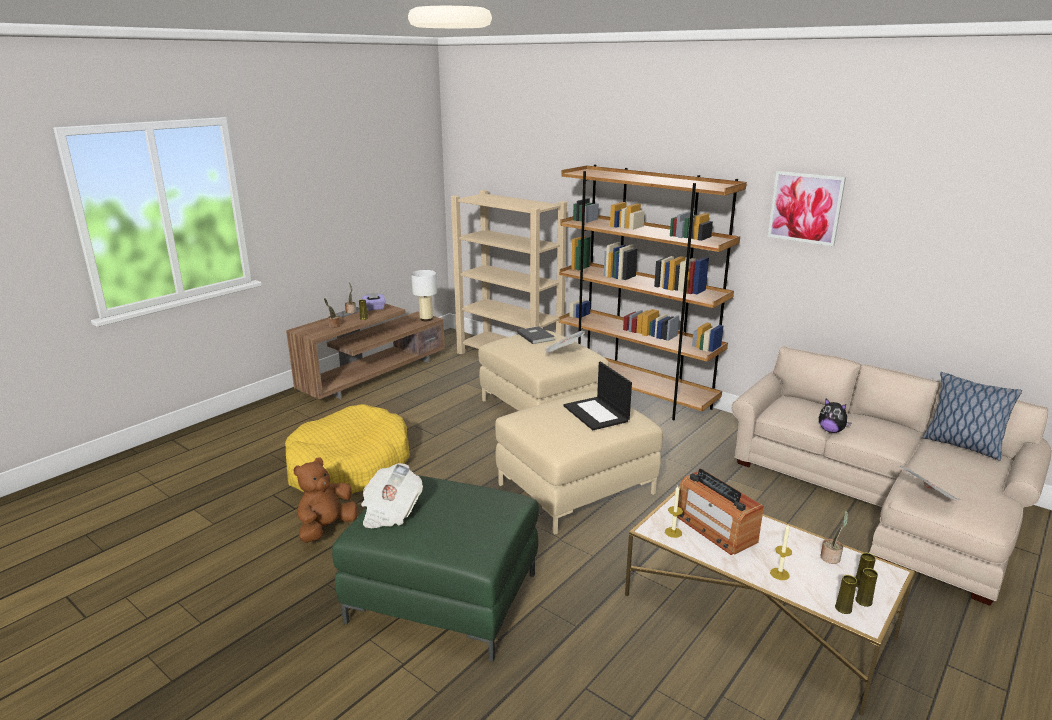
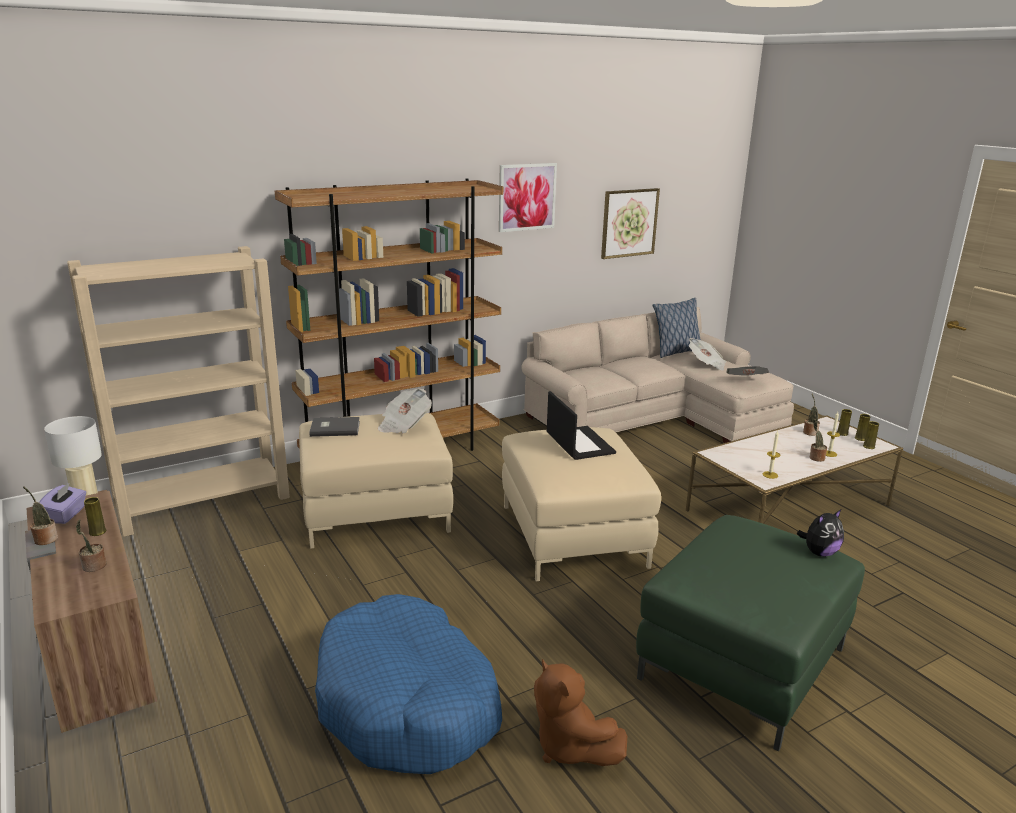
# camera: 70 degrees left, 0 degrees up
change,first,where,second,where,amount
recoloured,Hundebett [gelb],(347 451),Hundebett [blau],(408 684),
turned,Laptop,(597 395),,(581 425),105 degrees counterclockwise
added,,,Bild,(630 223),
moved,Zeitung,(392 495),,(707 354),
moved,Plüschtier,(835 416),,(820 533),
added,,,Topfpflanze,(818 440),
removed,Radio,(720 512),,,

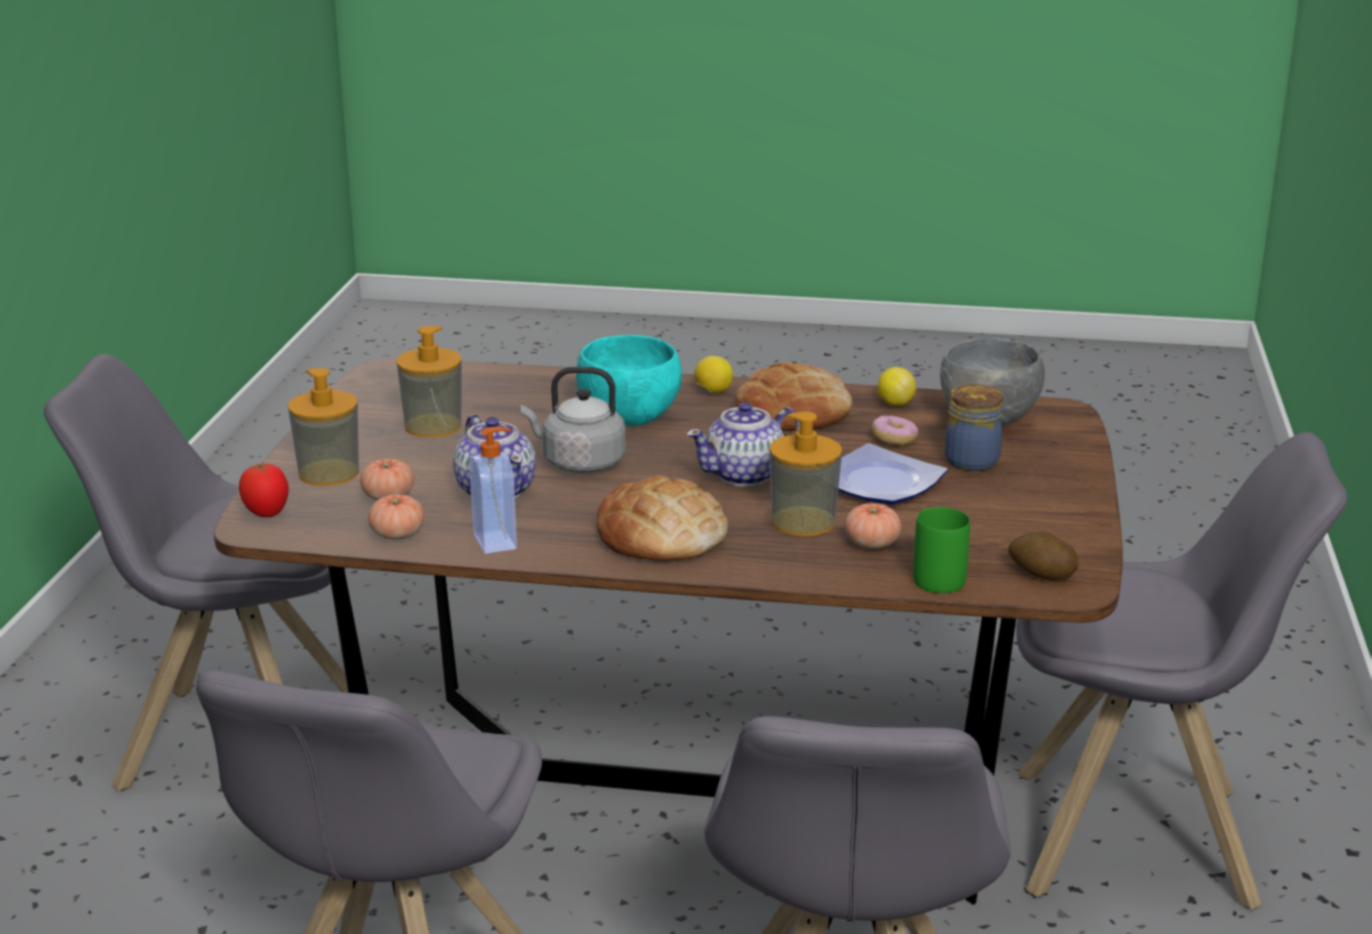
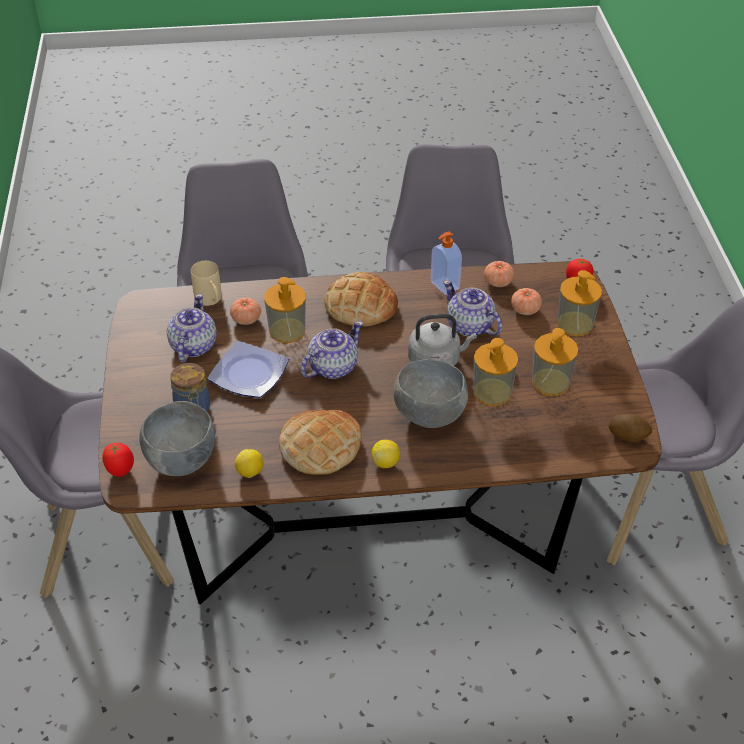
# camera: 165 degrees right, 20 degrees up
change,first,where,second,where,amount
added,,,Tomate,(118 460),
added,,,Teekanne,(192 327),
recoloured,Henkelbecher [grün],(941 550),Henkelbecher [beige],(206 283),
recoloured,Schüssel [türkis],(629 380),Schüssel [grau],(431 393),
added,,,Seifenspender,(495 372),
moved,Kartoffel,(1043 556),,(630 427),
removed,Donut,(895 430),,,

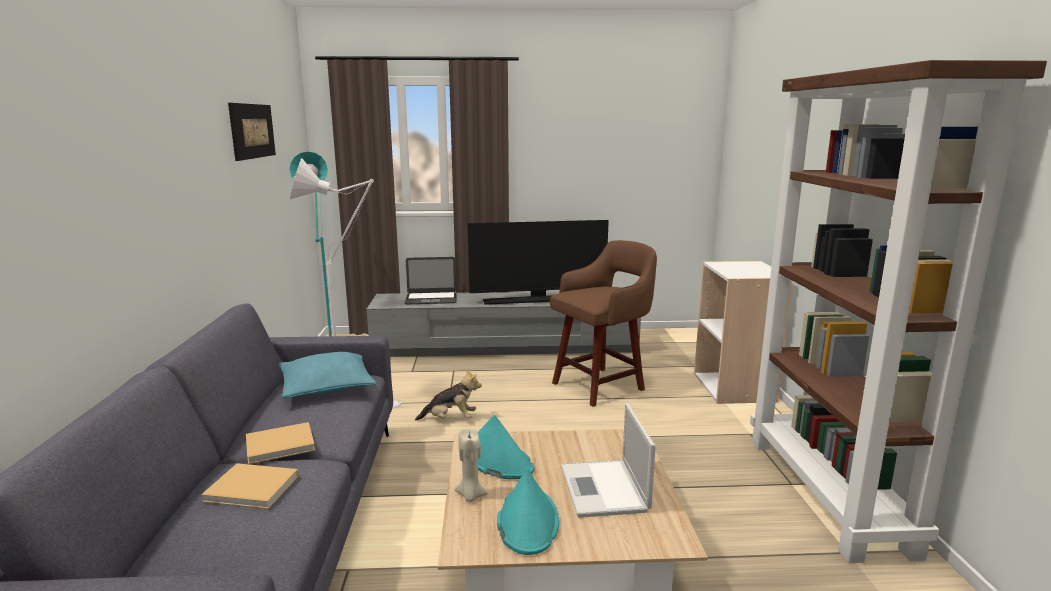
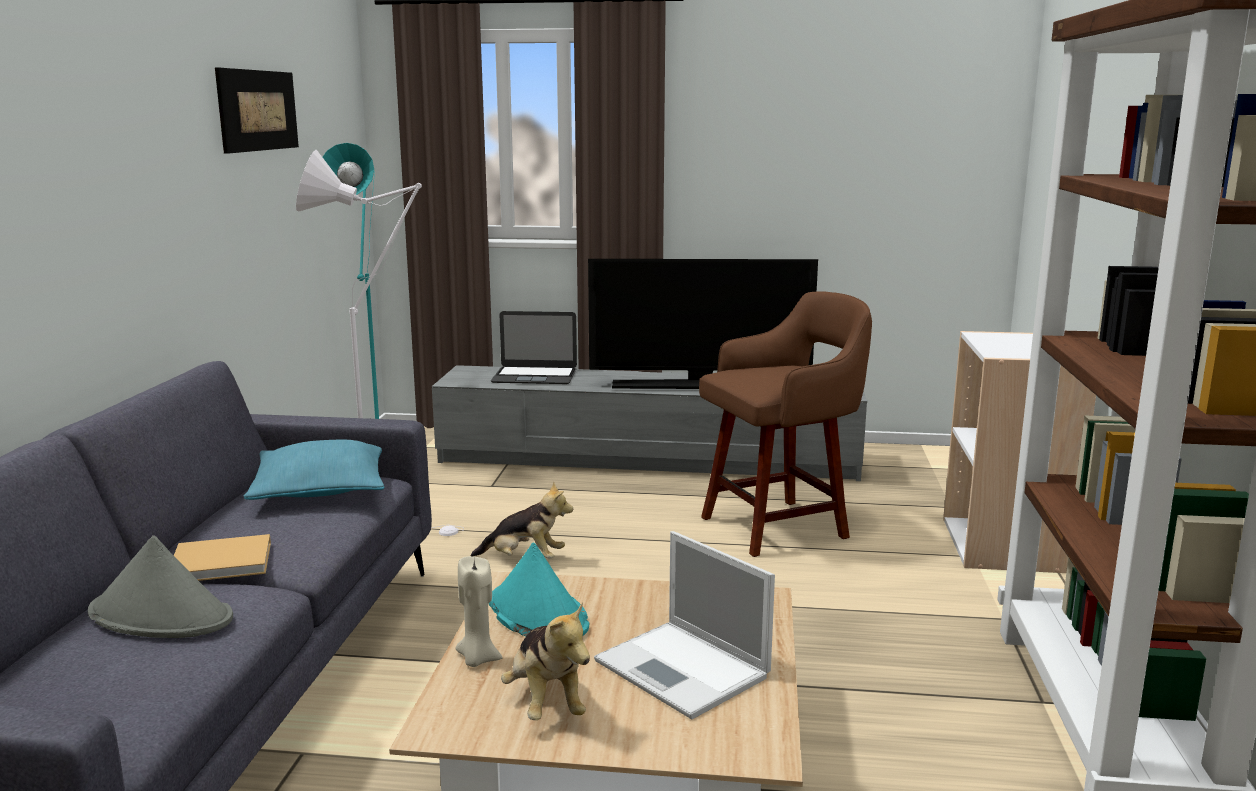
# camera: 10 degrees right, 0 degrees up
change,first,where,second,where,amount
replaced,Buch [beige],(250 486),Hut [grau],(160 586),
replaced,Hut [türkis],(528 511),Plüschtier,(545 661),
turned,Laptop,(608 460),,(684 625),45 degrees counterclockwise

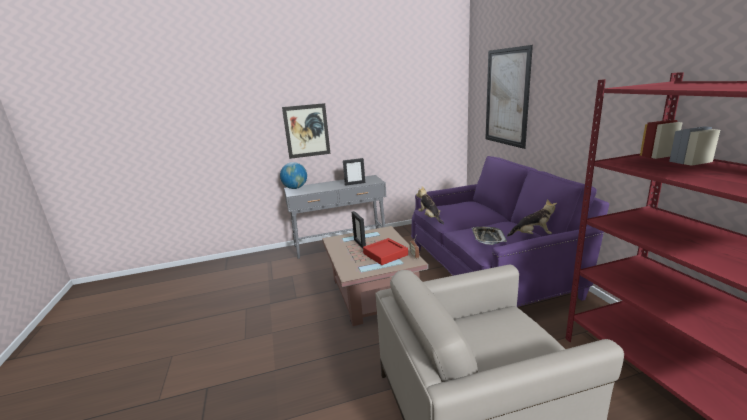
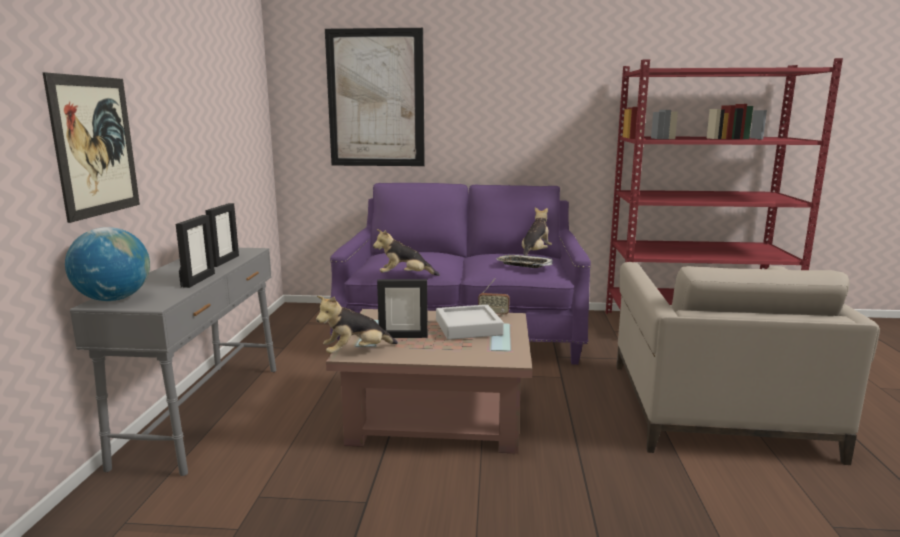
# camera: 70 degrees left, 5 degrees down
change,first,where,second,where,amount
added,,,Bilderrahmen,(195 251),
added,,,Plüschtier,(357 325),
recoloured,Tablett [rot],(385 251),Tablett [grau],(470 322),

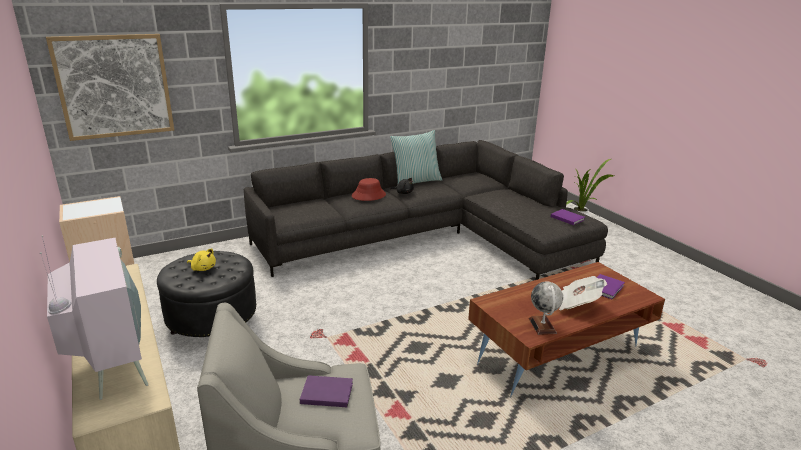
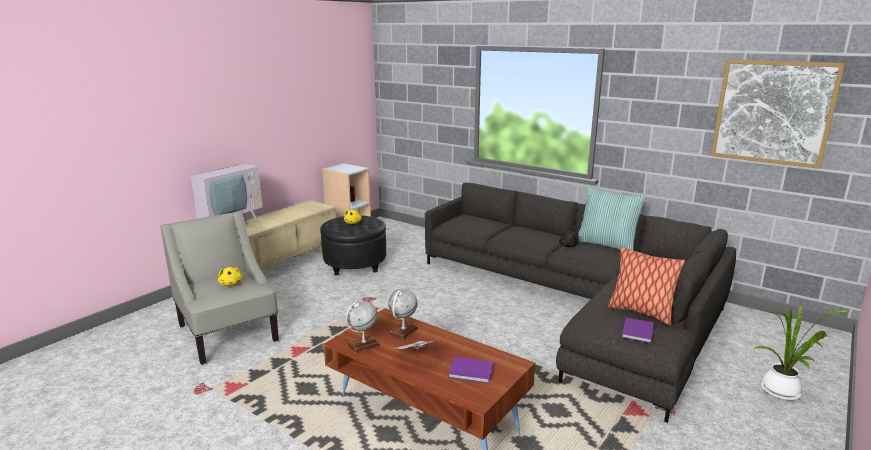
# camera: 65 degrees right, 5 degrees down
change,first,where,second,where,amount
replaced,Buch [lila],(326 391),Plüschtier [gelb],(230 276),
added,,,Globus,(403 314),
added,,,Kissen,(646 285),
moved,Bild,(110 87),,(778 114),
removed,Hut [rot],(369 189),,,

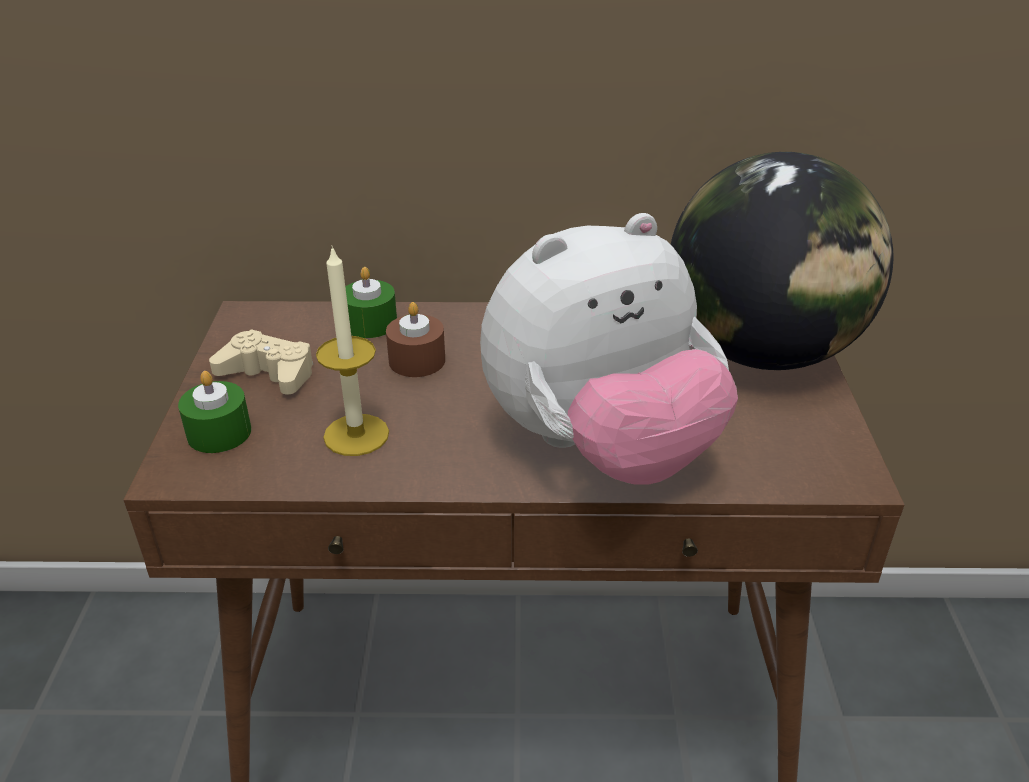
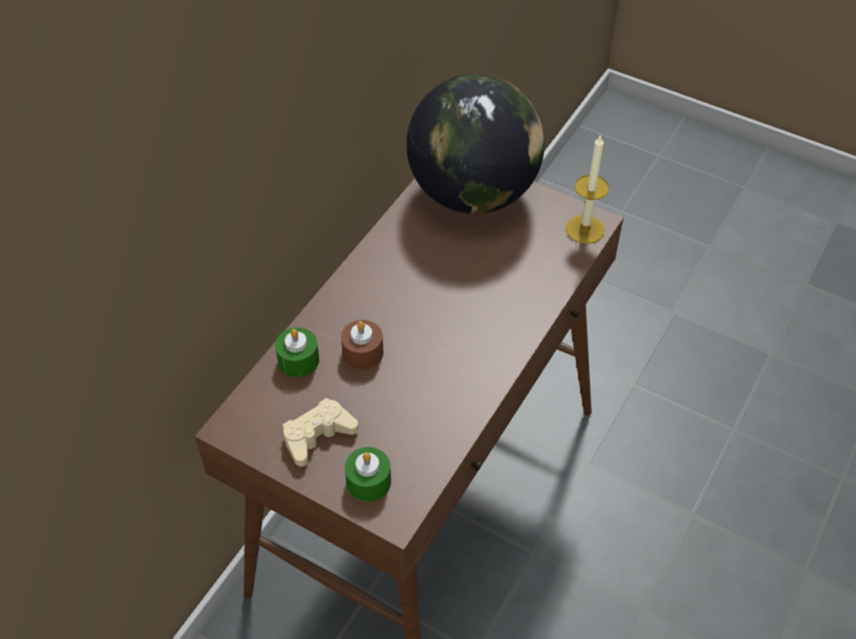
# camera: 60 degrees left, 15 degrees up
change,first,where,second,where,amount
moved,Kerze,(352 351),,(587 189),
removed,Plüschtier,(609 349),,,

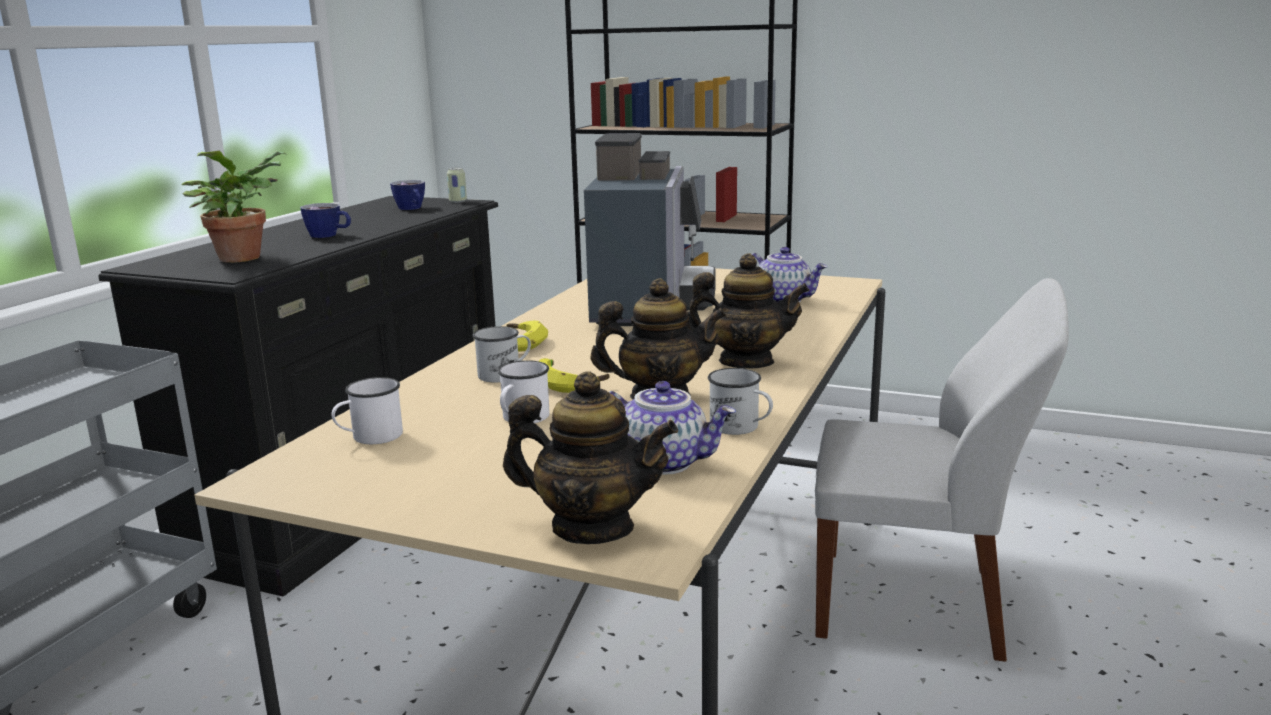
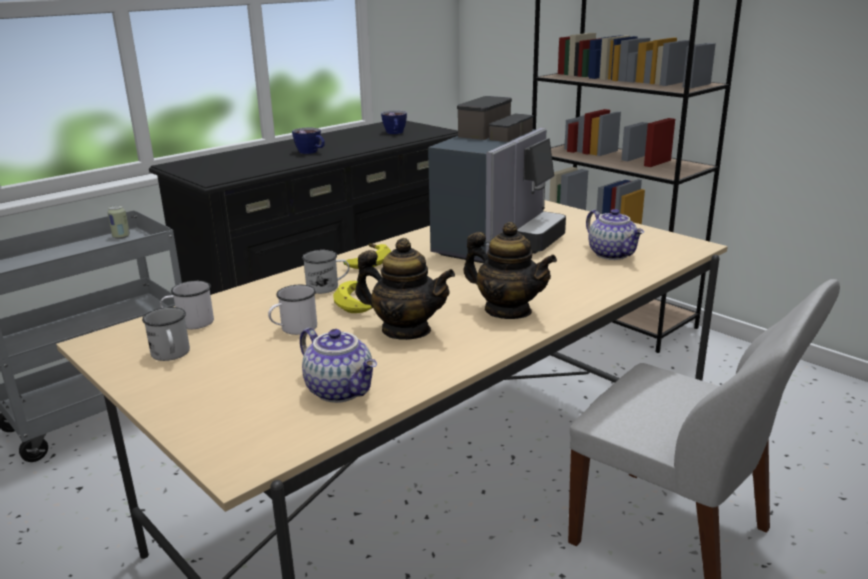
# camera: 25 degrees right, 5 degrees up
change,first,where,second,where,amount
moved,Dose,(457 185),,(118 222),
moved,Henkelbecher [weiß],(740 401),,(166 334),
removed,Topfpflanze,(234 207),,,
removed,Teekanne,(590 457),,,

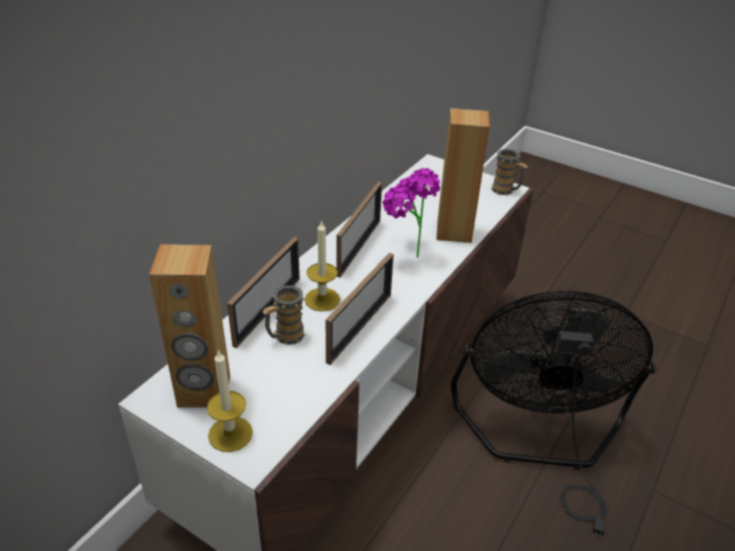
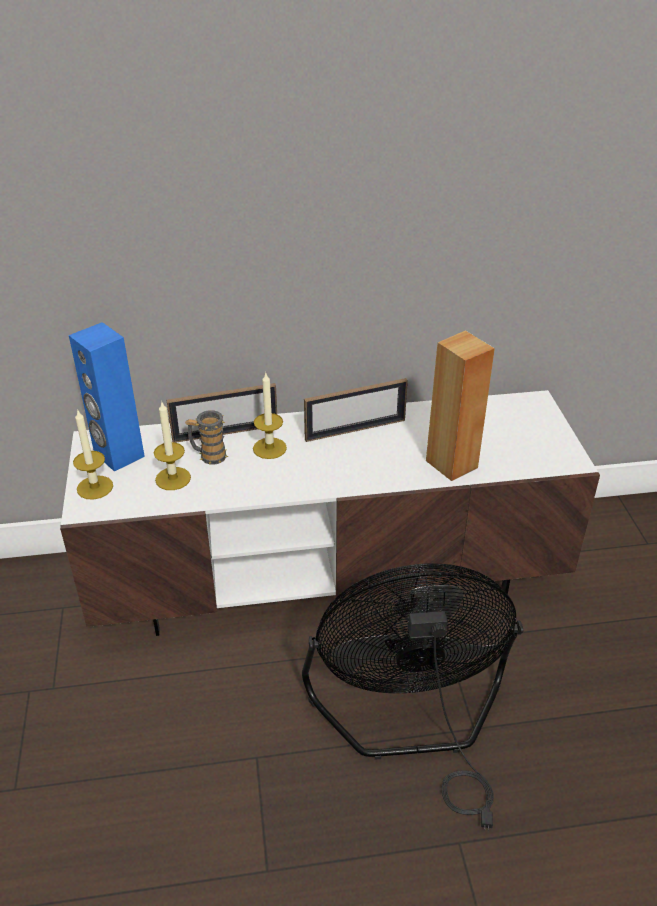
# camera: 50 degrees right, 0 degrees up
change,first,where,second,where,amount
recoloured,Lautsprecher [braun],(189 326),Lautsprecher [blau],(107 397),
added,,,Kerze,(172 446),
turned,Ventilator [schwarz],(554 414),,(412 697),60 degrees counterclockwise
removed,Bilderrahmen,(360 308),,,
removed,Topfpflanze,(411 213),,,
removed,Henkelbecher,(509 172),,,

